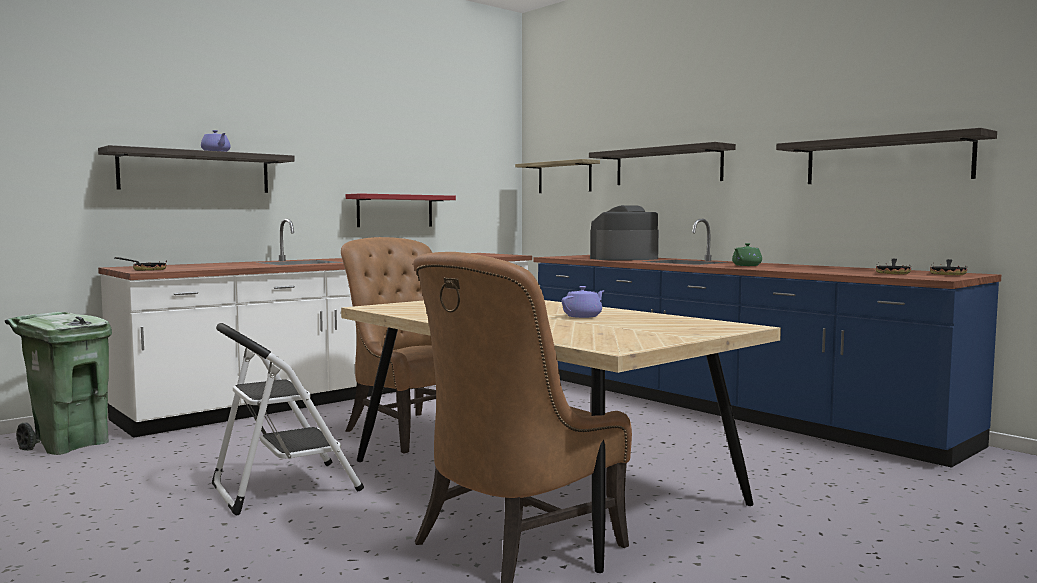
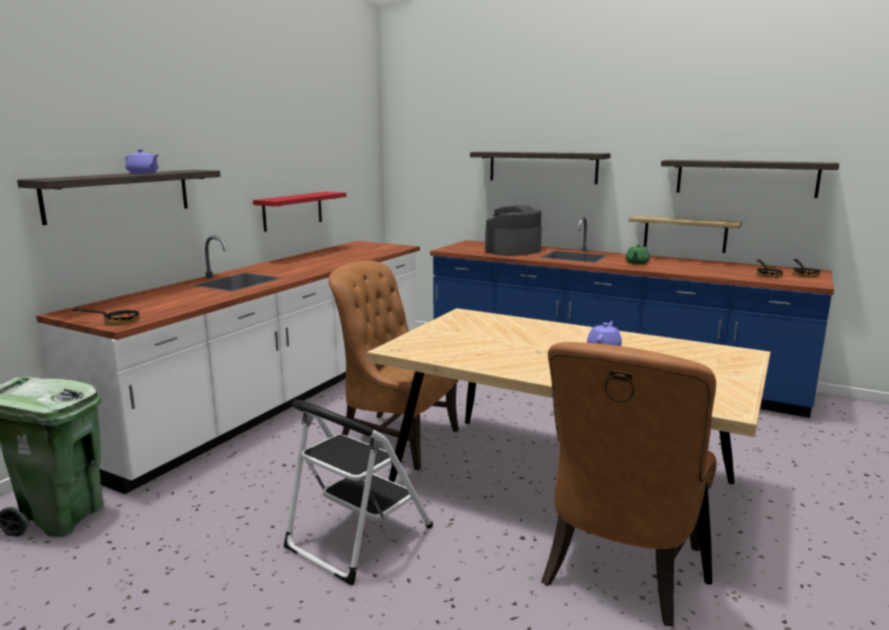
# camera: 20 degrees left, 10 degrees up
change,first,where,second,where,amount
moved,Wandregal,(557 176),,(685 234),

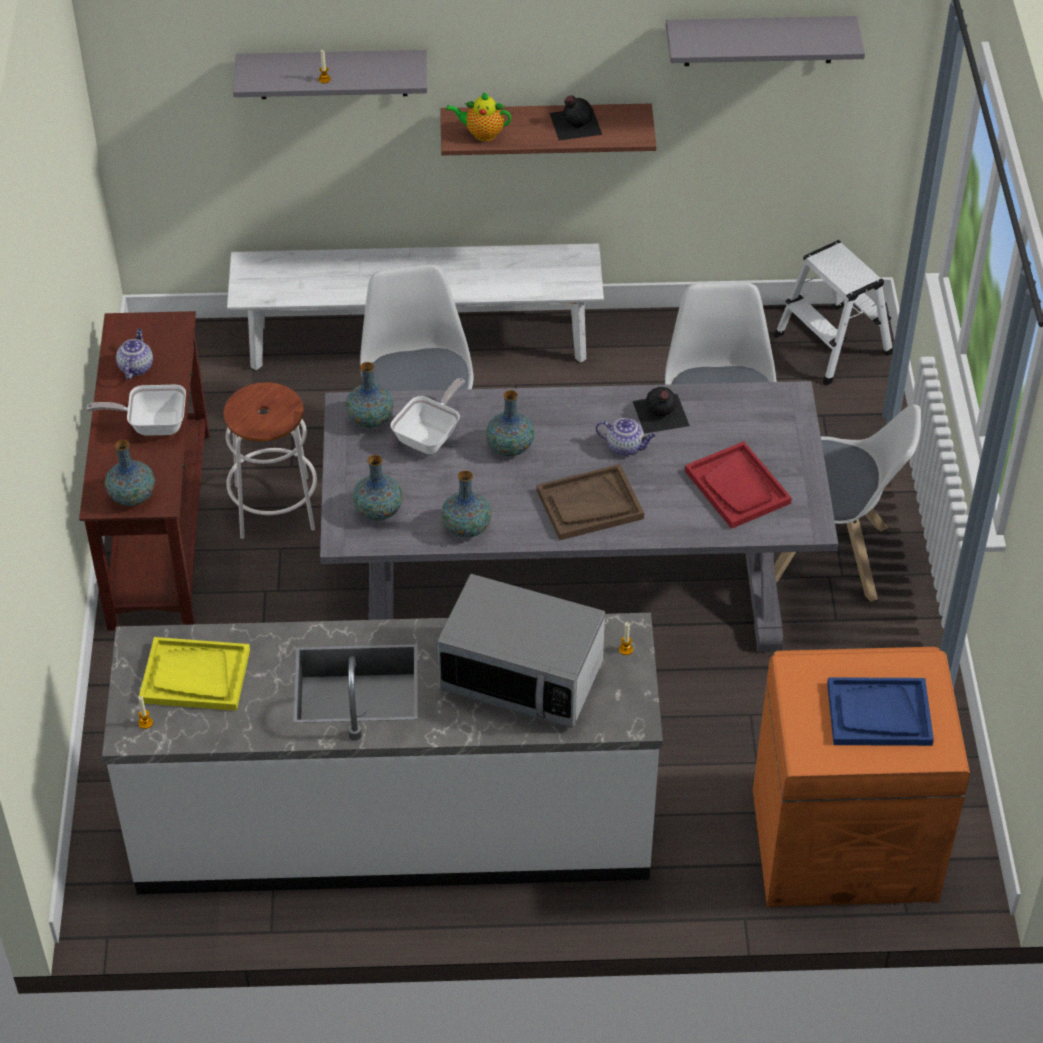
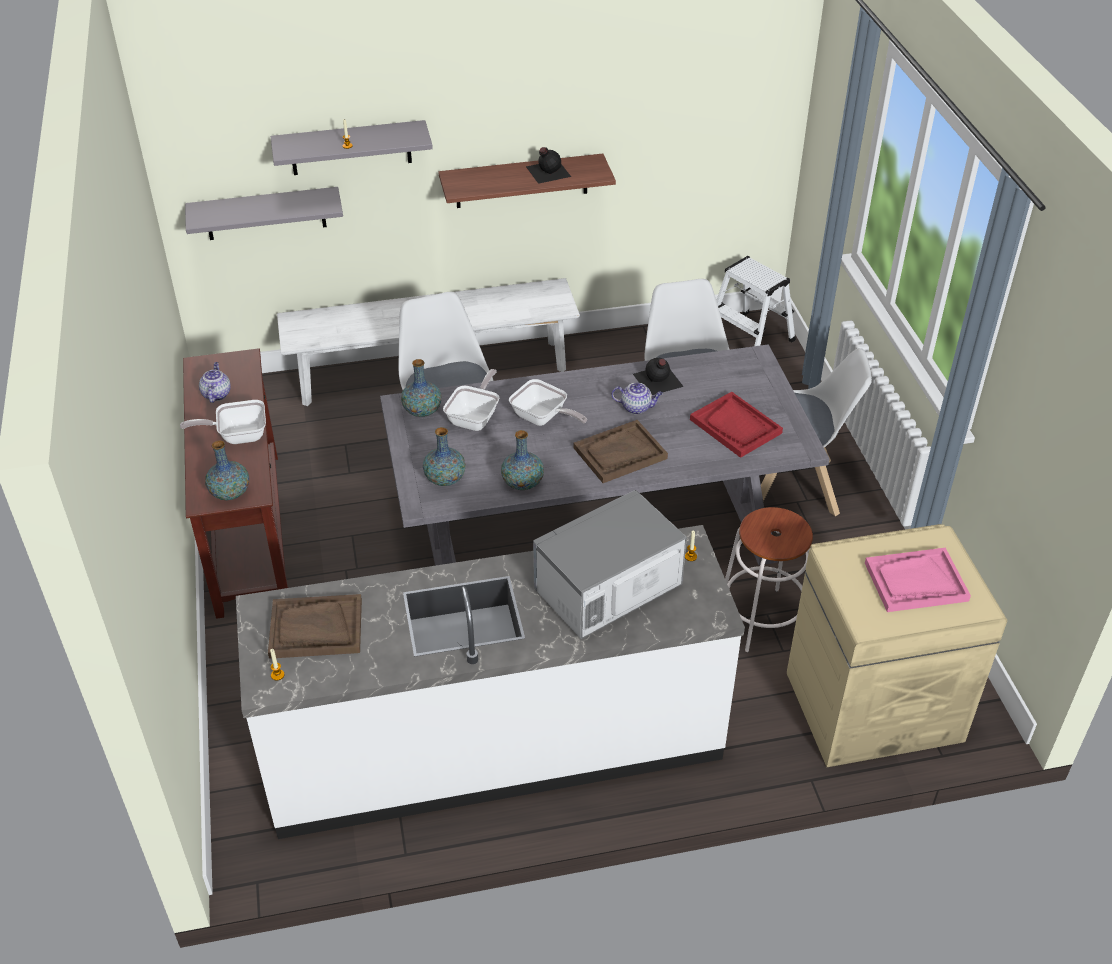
# camera: 10 degrees left, 5 degrees down
change,first,where,second,where,amount
moved,Wandregal [grau],(765 41),,(264 213),
recoloured,Tablett [gelb],(194 674),Tablett [braun],(315 626),
replaced,Vase,(510 423),Pfanne,(548 402),
turned,Mikrowelle,(521 651),,(610 564),135 degrees clockwise
moved,Hocker [weiß],(270 460),,(769 579),
recoloured,Waschmaschine [orange],(861 777),Waschmaschine [beige],(897 645),
recoloured,Tablett [blau],(880 711),Tablett [rosa],(918 580),
removed,Teekanne,(479 116),,,

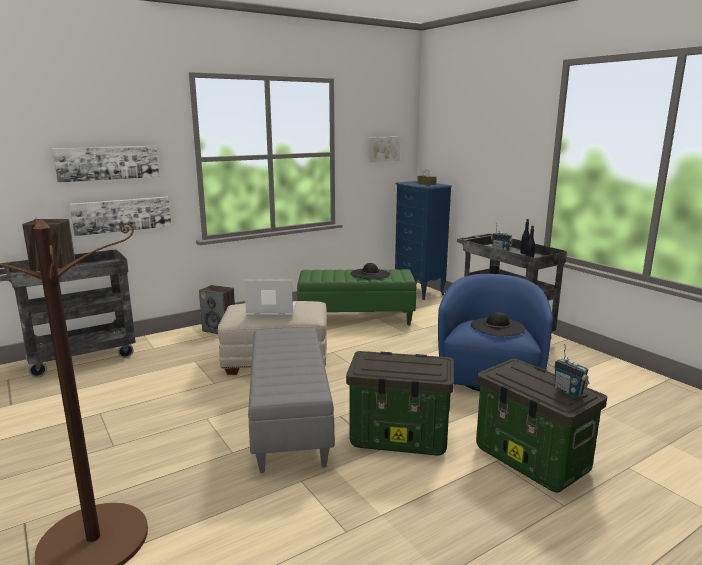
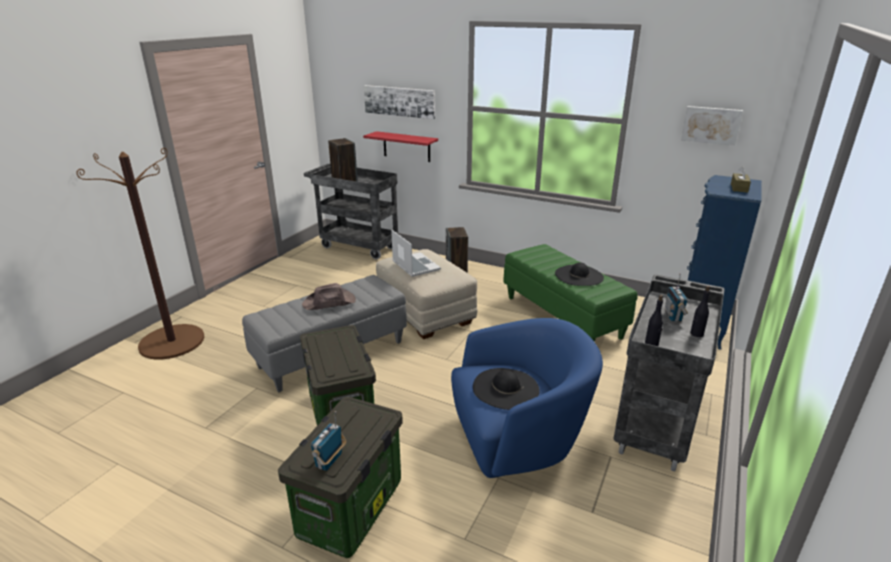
# camera: 60 degrees right, 10 degrees up
change,first,where,second,where,amount
added,,,Hut [braun],(329 296),
replaced,Bild,(120 216),Wandregal [rot],(400 146),

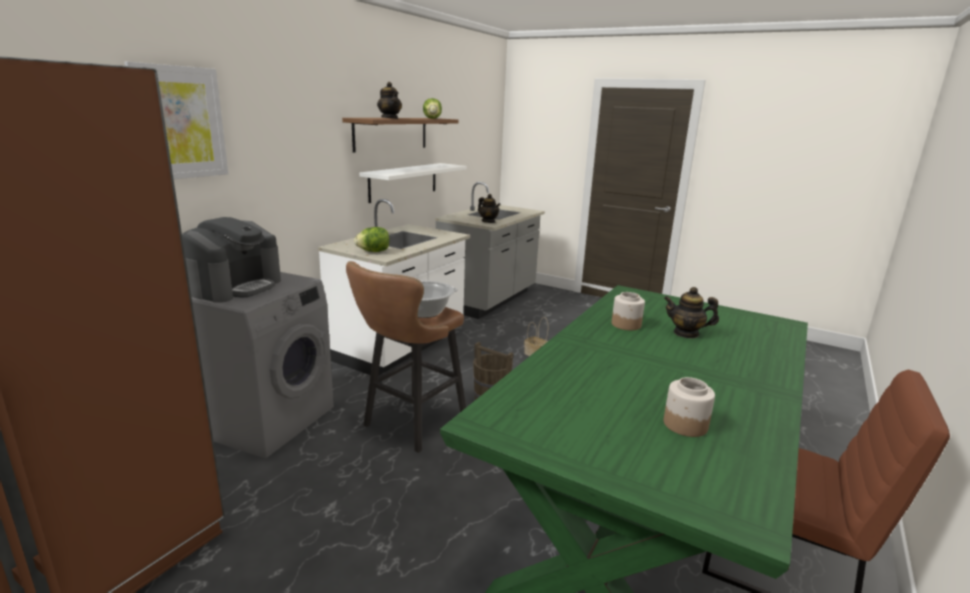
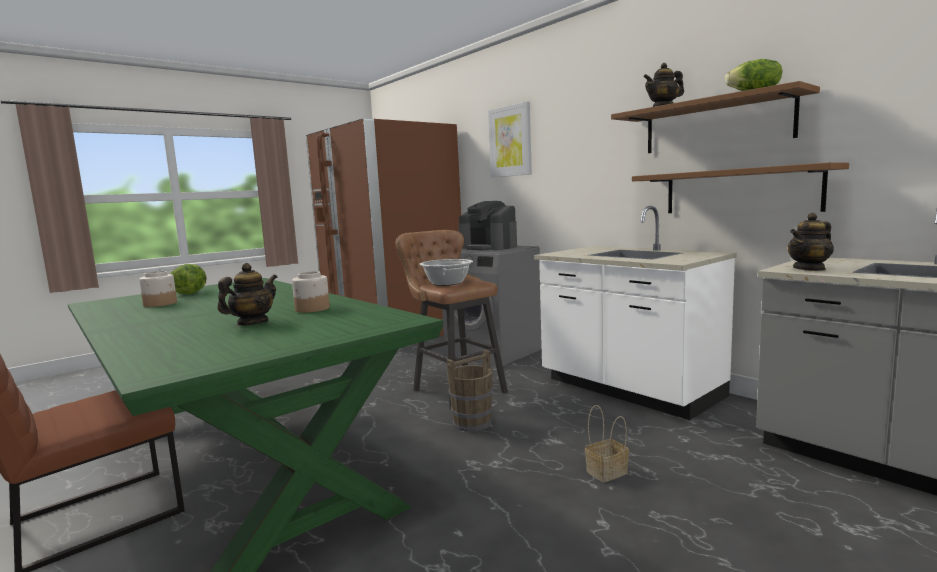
# camera: 110 degrees right, 10 degrees down
change,first,where,second,where,amount
moved,Salatkopf,(372 239),,(188 279),
recoloured,Wandregal [weiß],(413 183),Wandregal [braun],(740 187),

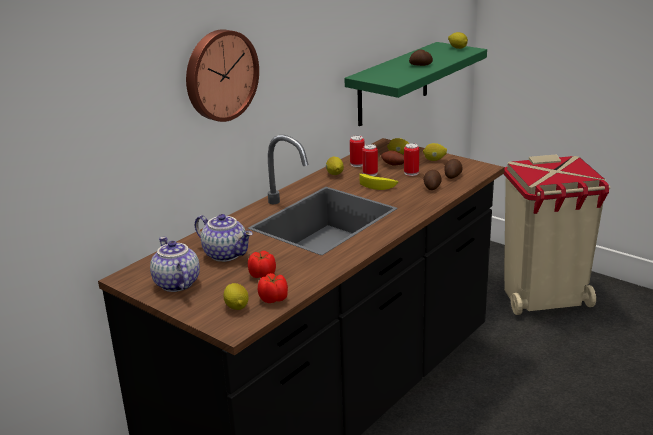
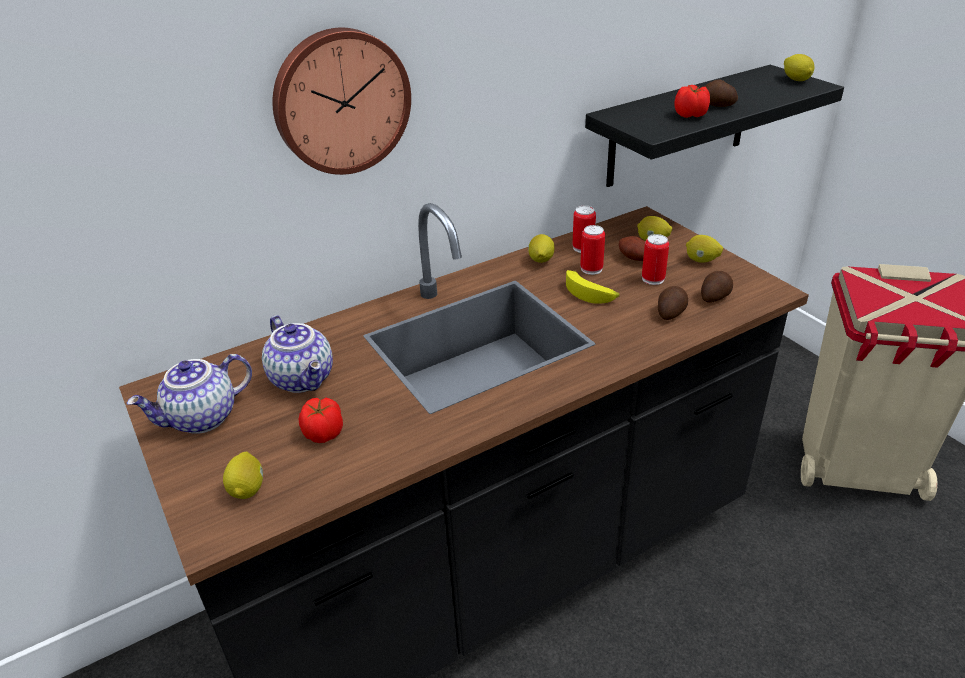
# camera: 20 degrees right, 10 degrees up
change,first,where,second,where,amount
turned,Teekanne,(175 264),,(189 394),120 degrees counterclockwise
recoloured,Wandregal [grün],(416 84),Wandregal [schwarz],(714 126),
moved,Tomate,(273 288),,(692 101),

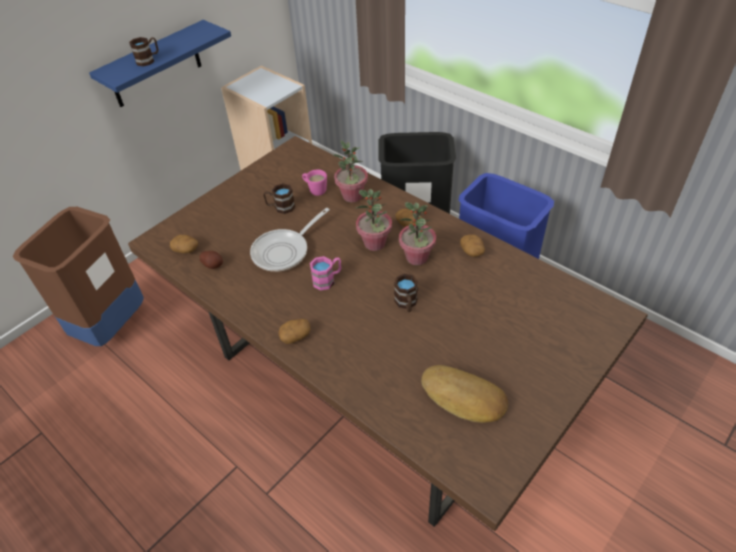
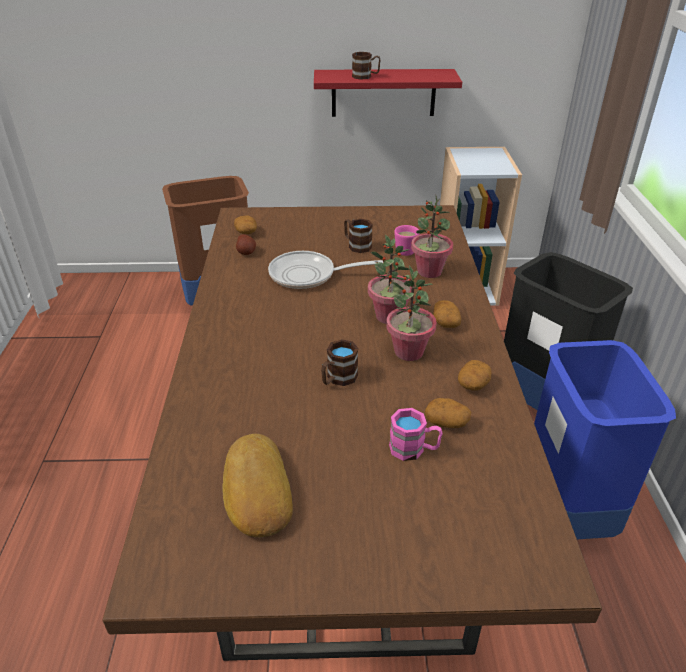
# camera: 45 degrees right, 10 degrees down
change,first,where,second,where,amount
recoloured,Wandregal [blau],(160 63),Wandregal [rot],(388 93),
moved,Henkelbecher [rosa],(325 273),,(416 434),
moved,Kartoffel,(295 331),,(448 413),

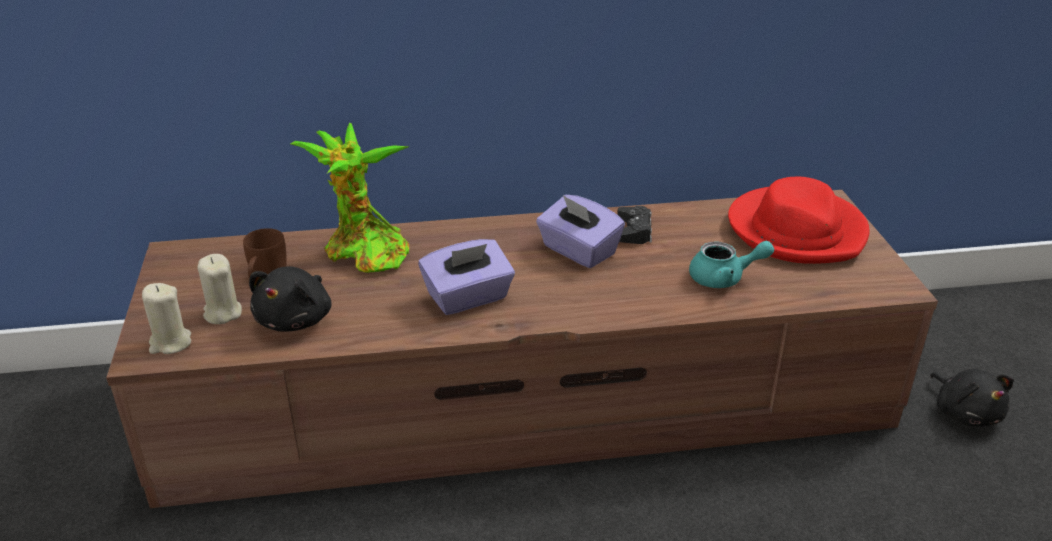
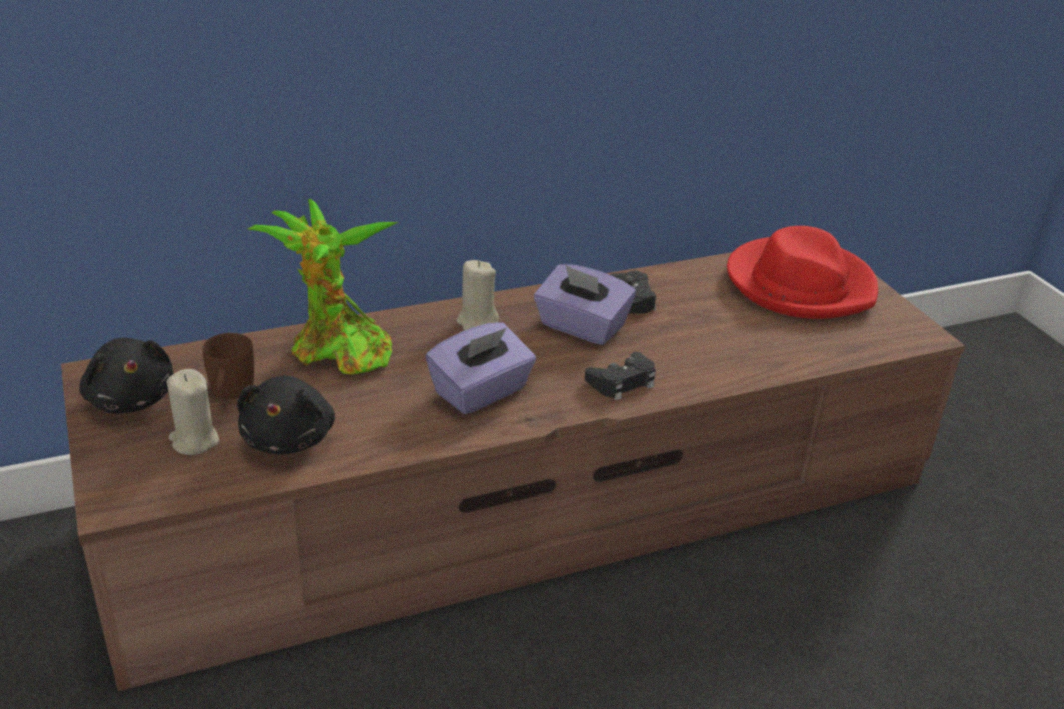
# camera: 15 degrees left, 0 degrees up
change,first,where,second,where,amount
moved,Plüschtier [schwarz],(972 397),,(126 376),
moved,Kerze [beige],(166 318),,(477 295),
added,,,Gamepad [schwarz],(620 376),
removed,Teekanne [türkis],(731 264),,,

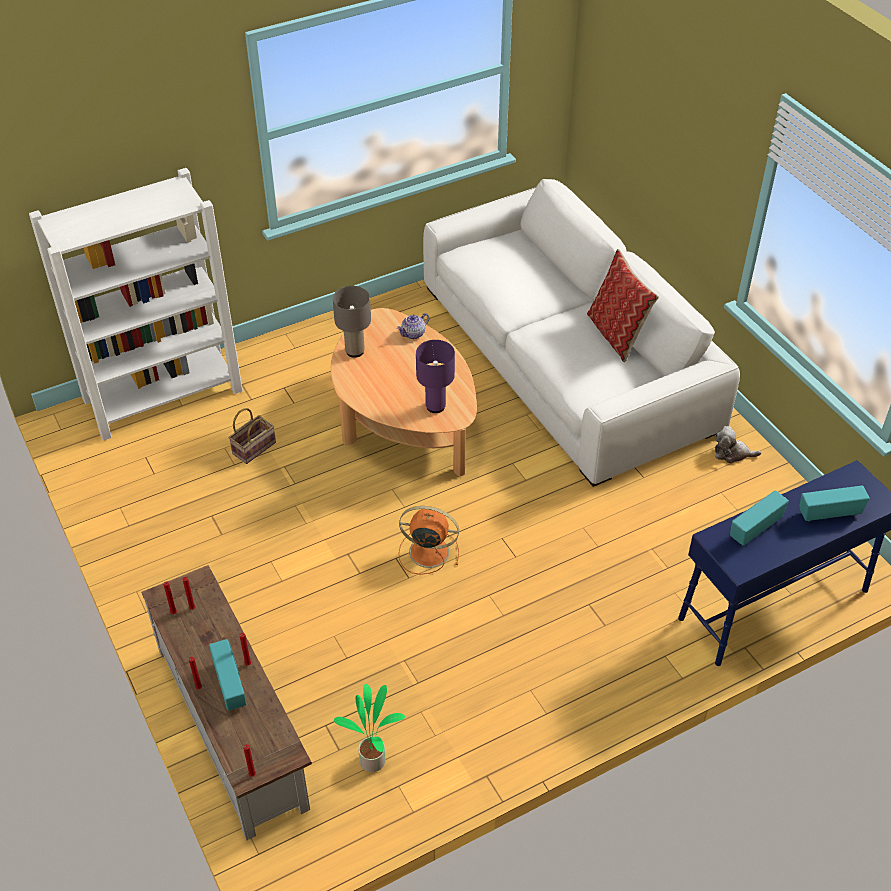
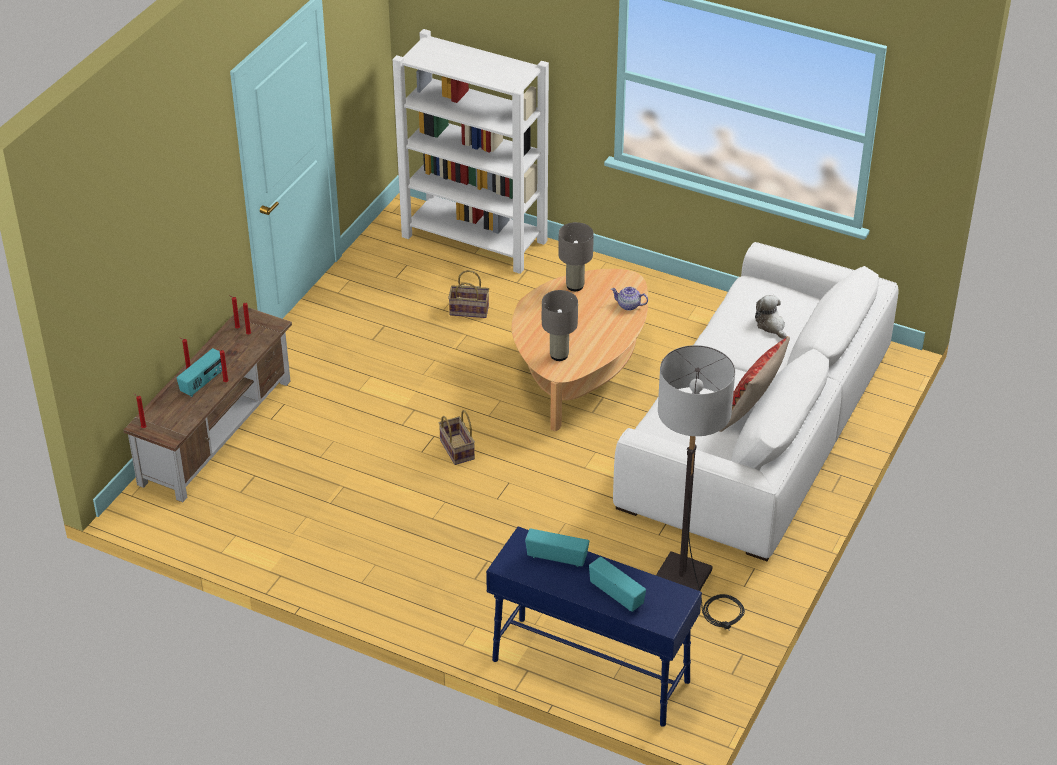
# camera: 55 degrees right, 5 degrees down
change,first,where,second,where,amount
replaced,Ventilator [orange],(429 540),Korb,(457 437),
recoloured,Tischlampe [lila],(435 376),Tischlampe [grau],(560 325),
added,,,Stehlampe,(700 488),
moved,Plüschtier,(738 444),,(771 317),
removed,Topfpflanze,(369 728),,,

